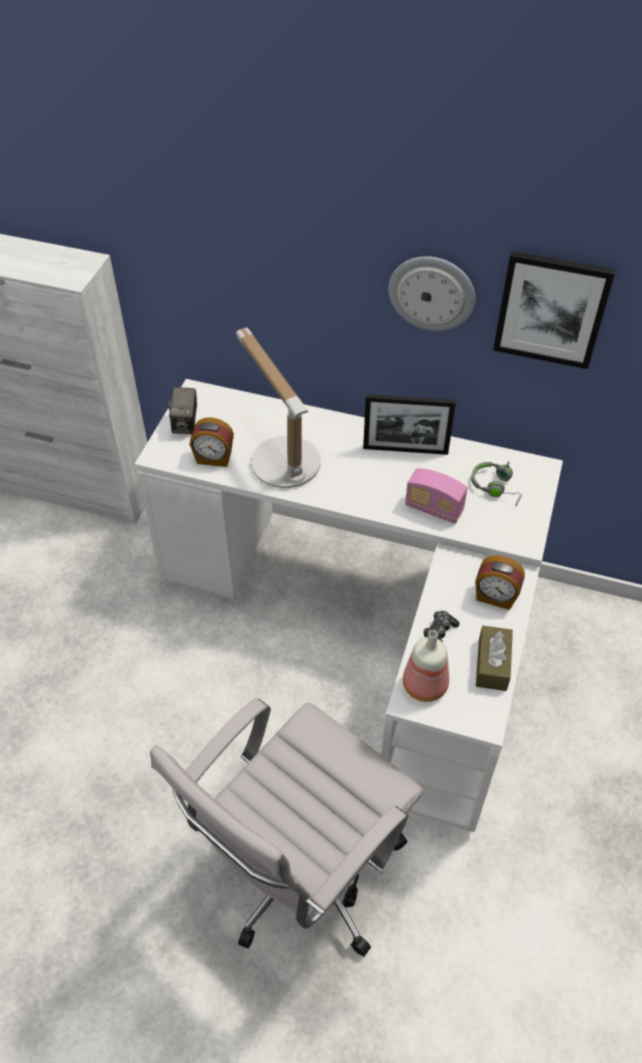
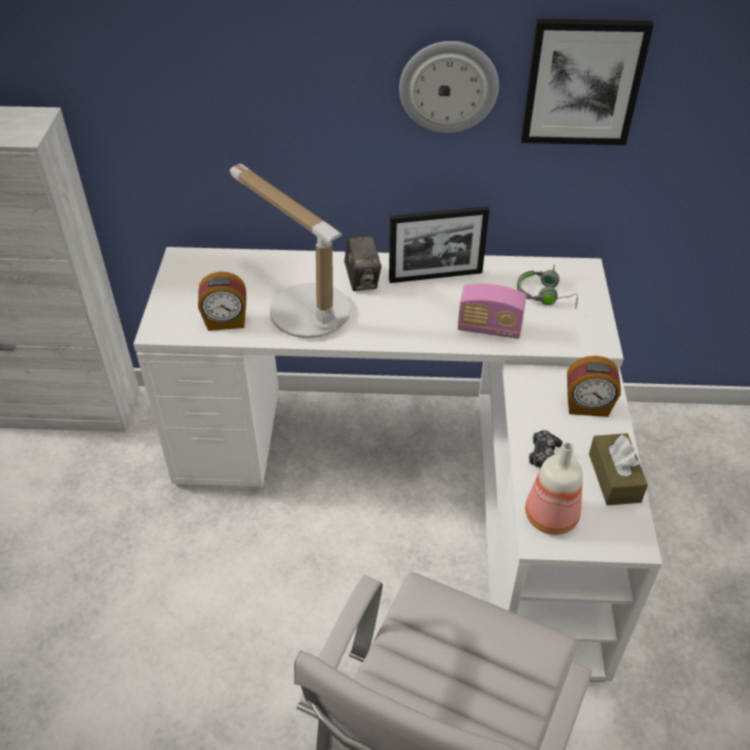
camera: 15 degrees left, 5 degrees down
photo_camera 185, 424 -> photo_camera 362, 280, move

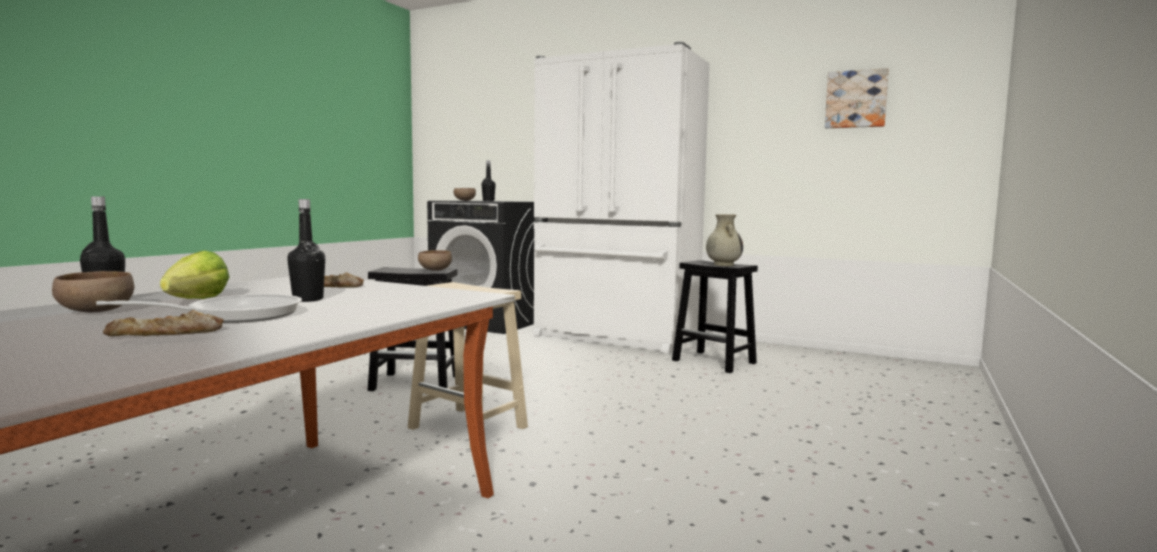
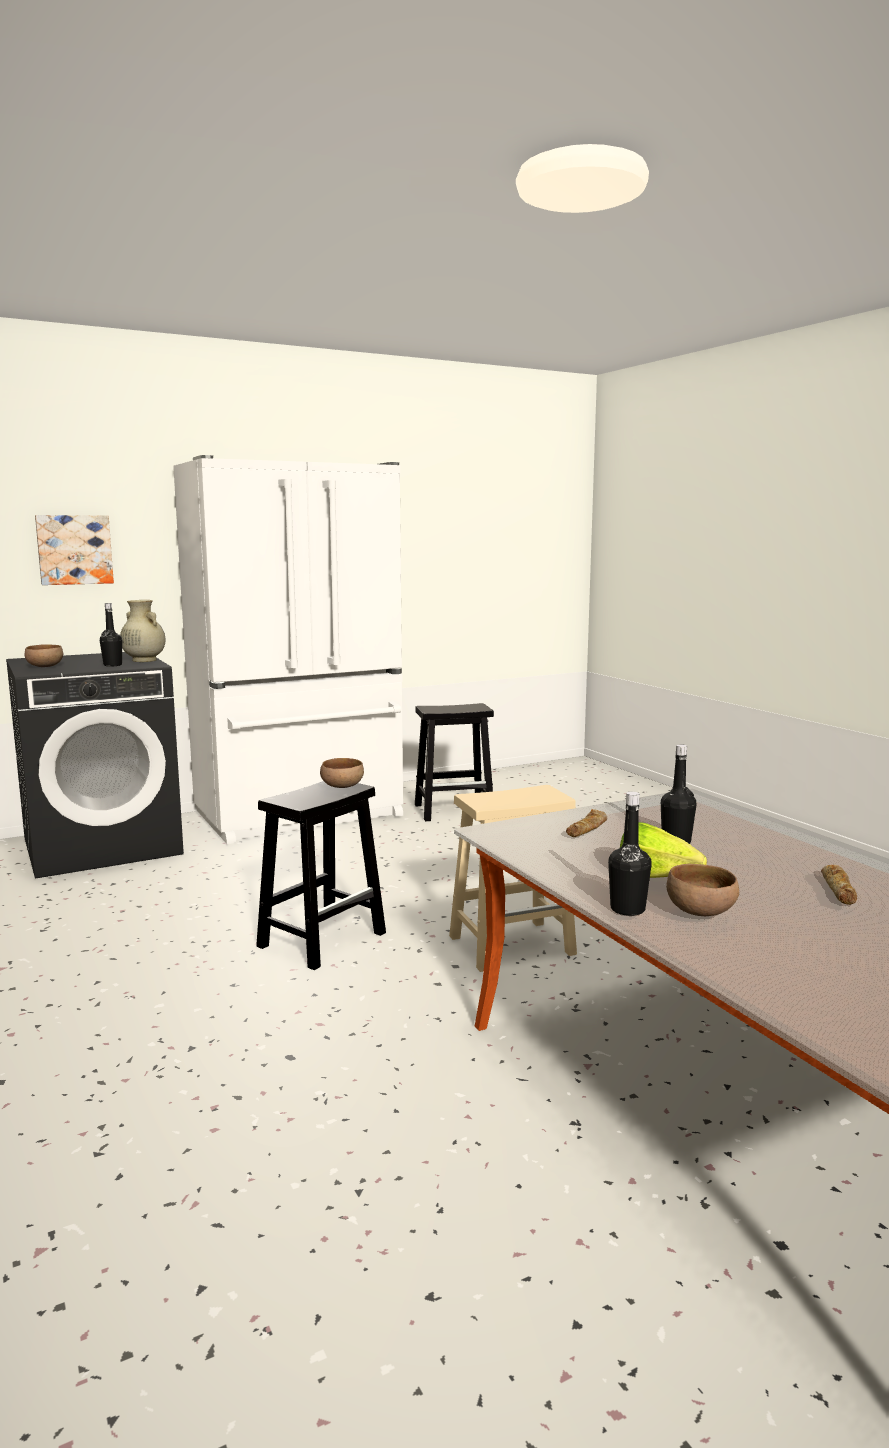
camera: 55 degrees left, 5 degrees up
picture 856, 99 -> picture 74, 549, move
beige_vase 723, 265 -> beige_vase 143, 660, move
frying_pan 234, 315 -> none

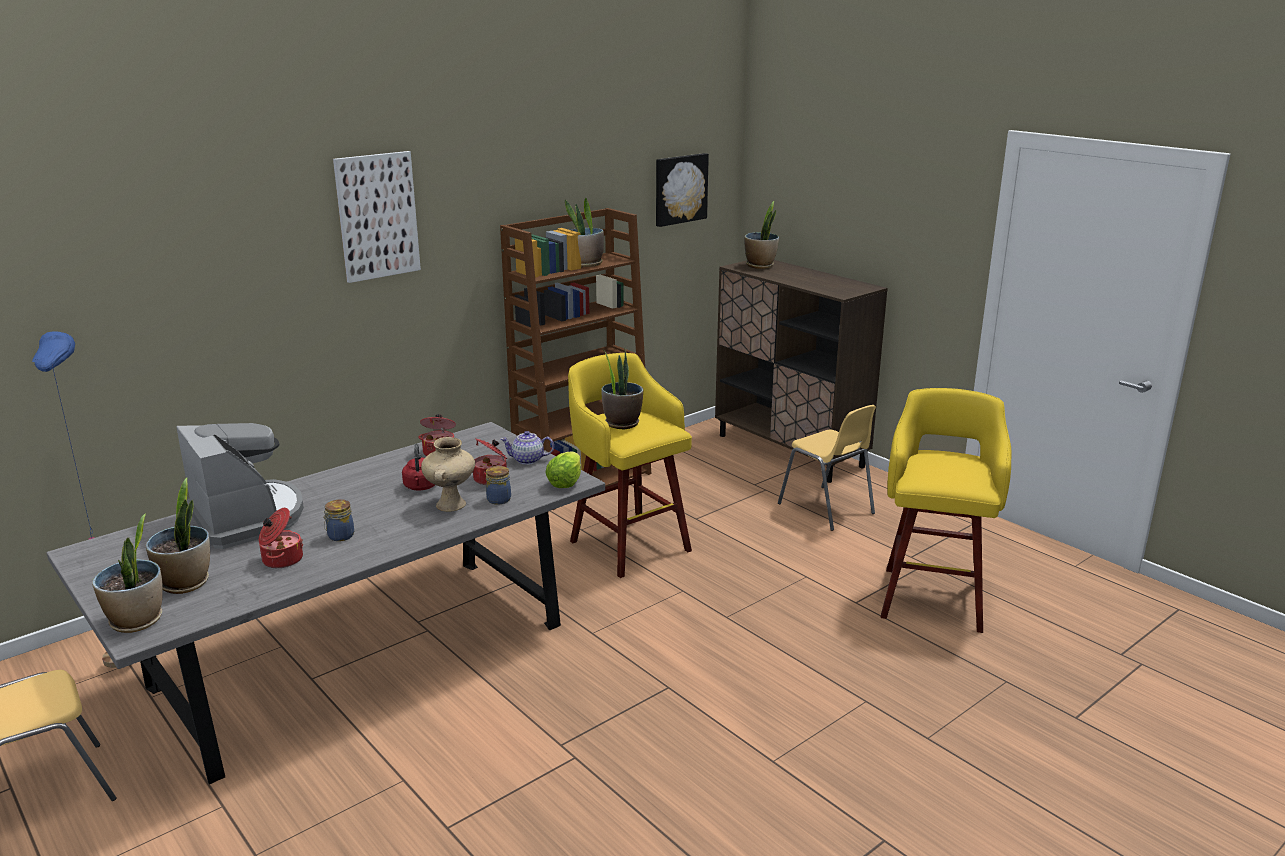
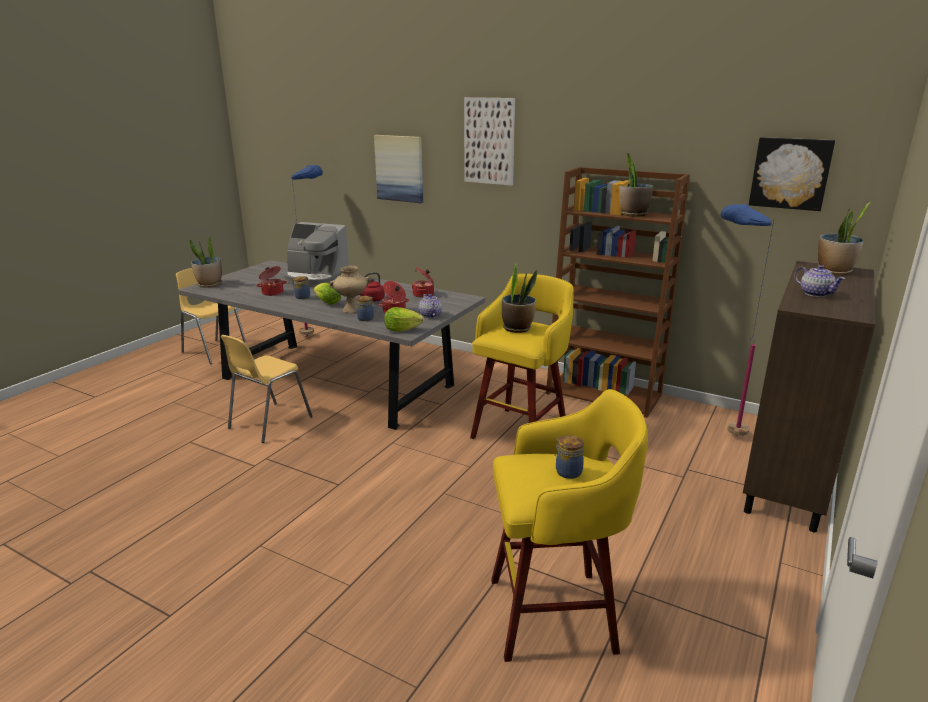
camera: 70 degrees right, 0 degrees up
yellow_chair 826, 509 -> yellow_chair 269, 423, move
coffee_machine 248, 518 -> coffee_machine 315, 278, 75 degrees clockwise
potted_plant 186, 583 -> none
none -> picture 399, 168
none -> blue_floor_lamp 718, 432
none -> teapot 815, 293
none -> lettuce 327, 303
none -> jar 567, 471

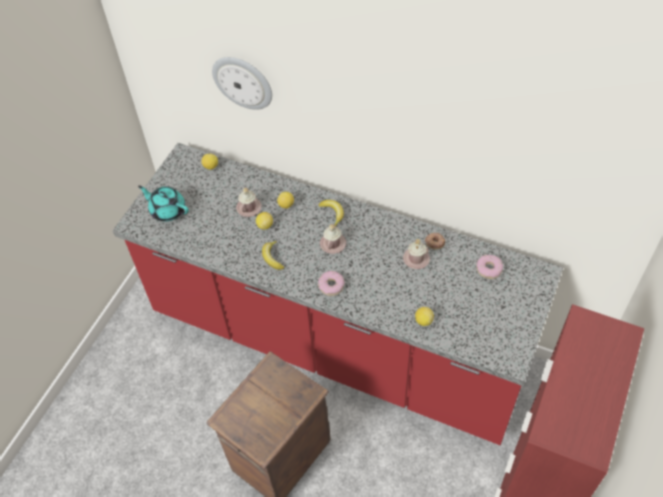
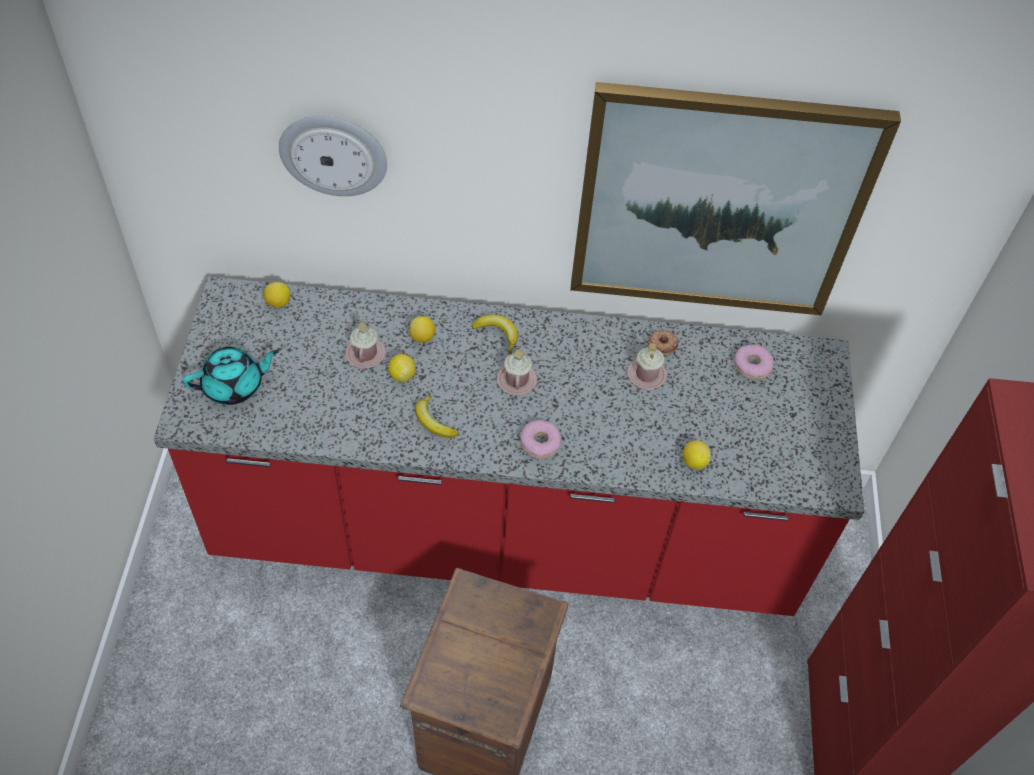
camera: 25 degrees left, 0 degrees up
turquoise_teapot 167, 210 -> turquoise_teapot 234, 386, 150 degrees clockwise
none -> picture 718, 204

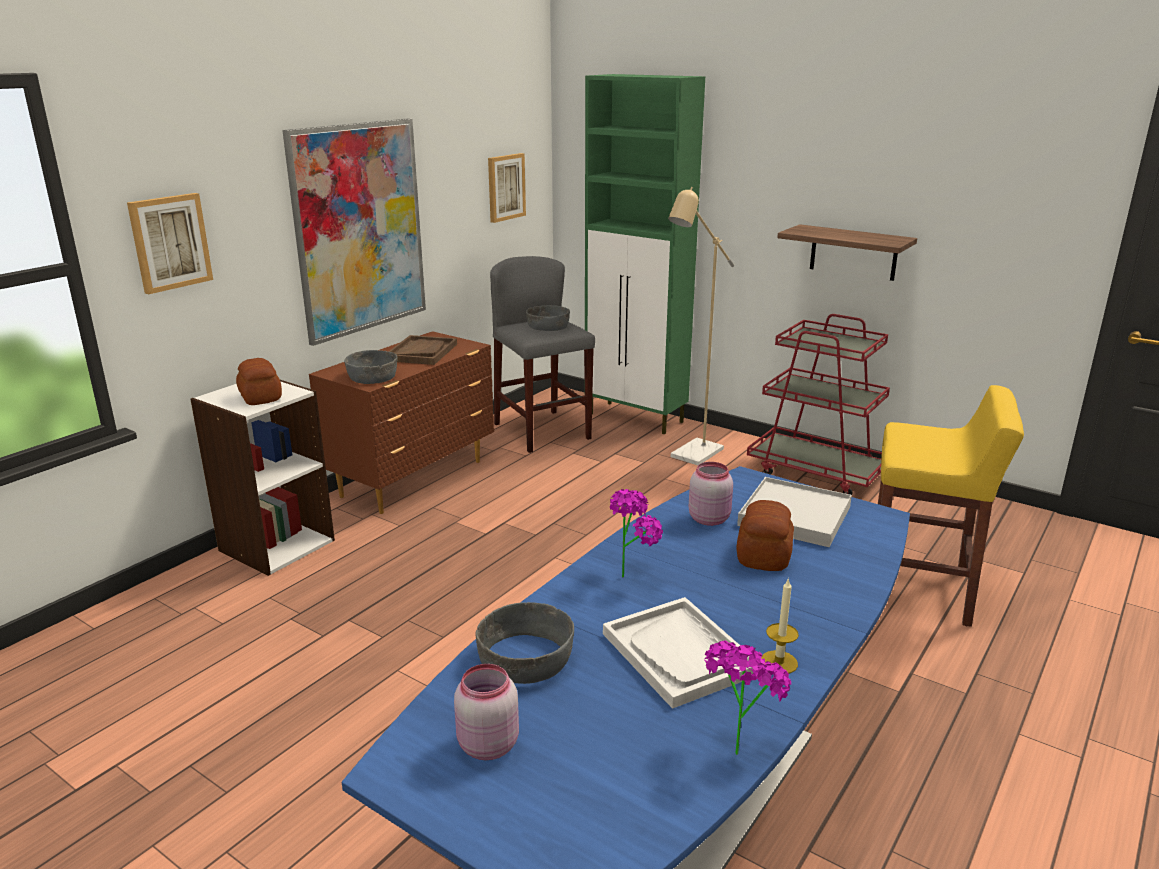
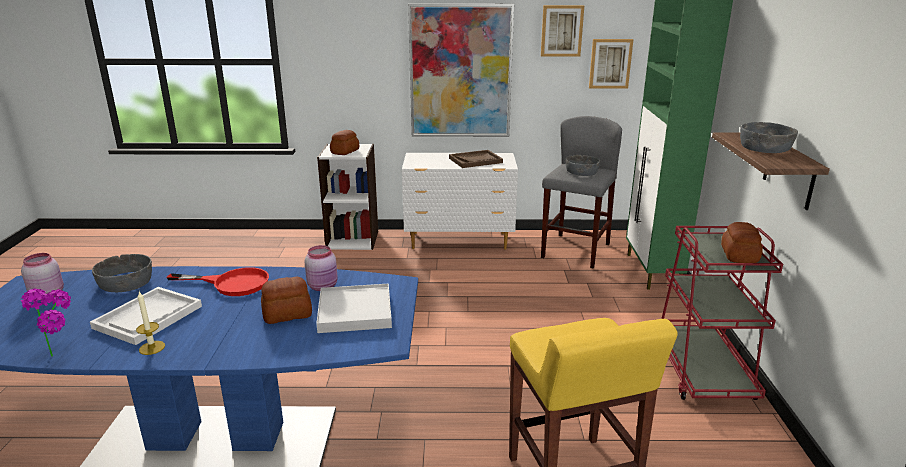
camera: 55 degrees right, 0 degrees up
beige_floor_lamp 692, 456 -> none
picture 170, 242 -> picture 561, 31, move
brown_dresser 415, 479 -> white_dresser 460, 241
grey_bowl 372, 376 -> grey_bowl 764, 147, move
potted_plant 633, 574 -> red_frying_pan 232, 283
none -> bread 738, 255

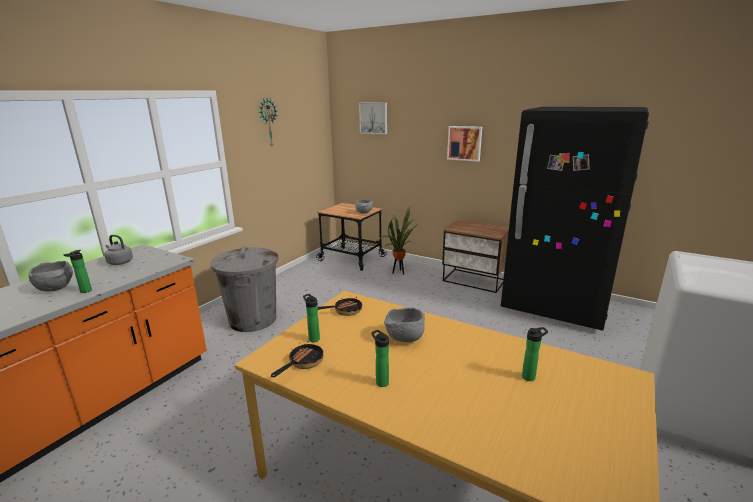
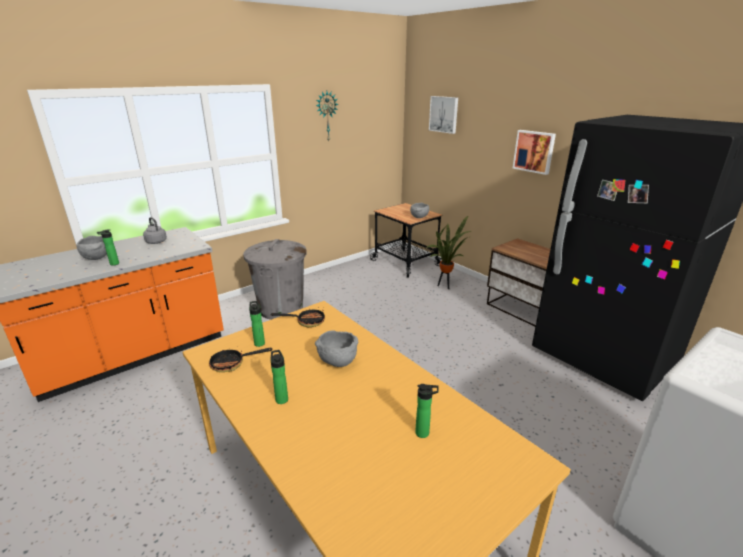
camera: 20 degrees right, 5 degrees up
frying_pan 302, 363 -> frying_pan 232, 364, 150 degrees counterclockwise

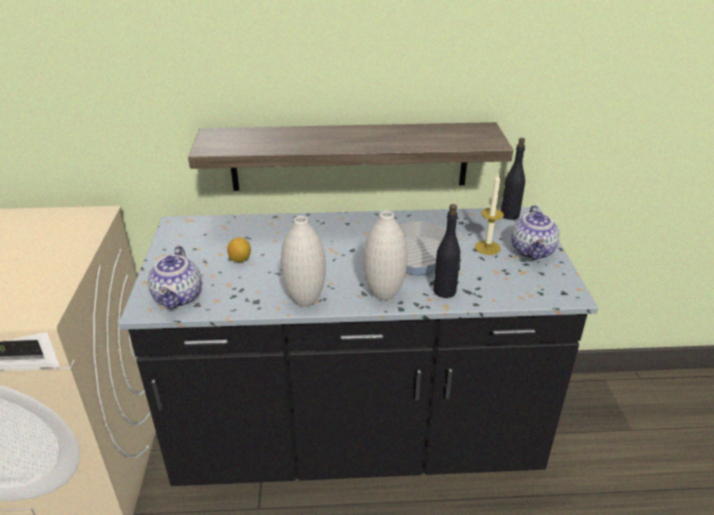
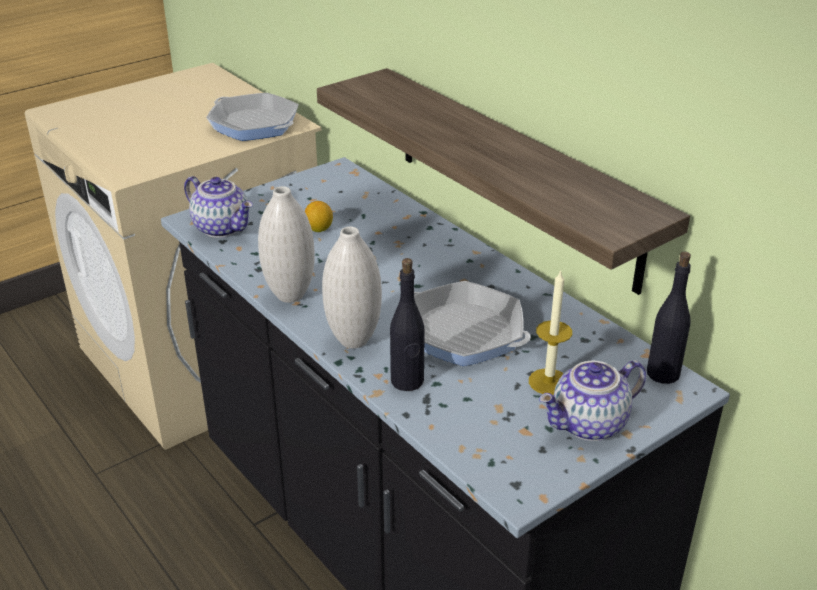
camera: 55 degrees right, 0 degrees up
teapot 179, 298 -> teapot 223, 228, 105 degrees counterclockwise
none -> frying_pan 254, 124

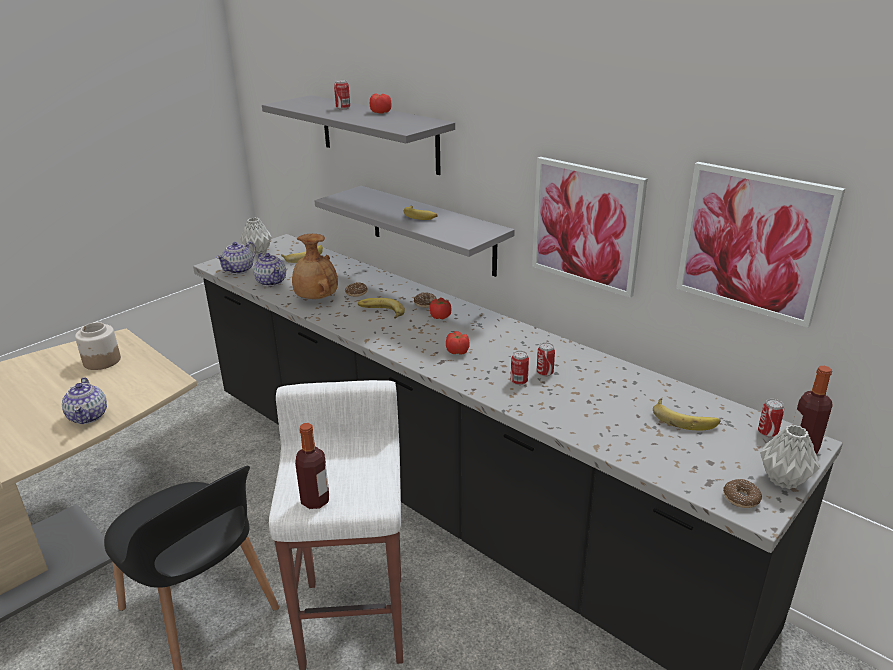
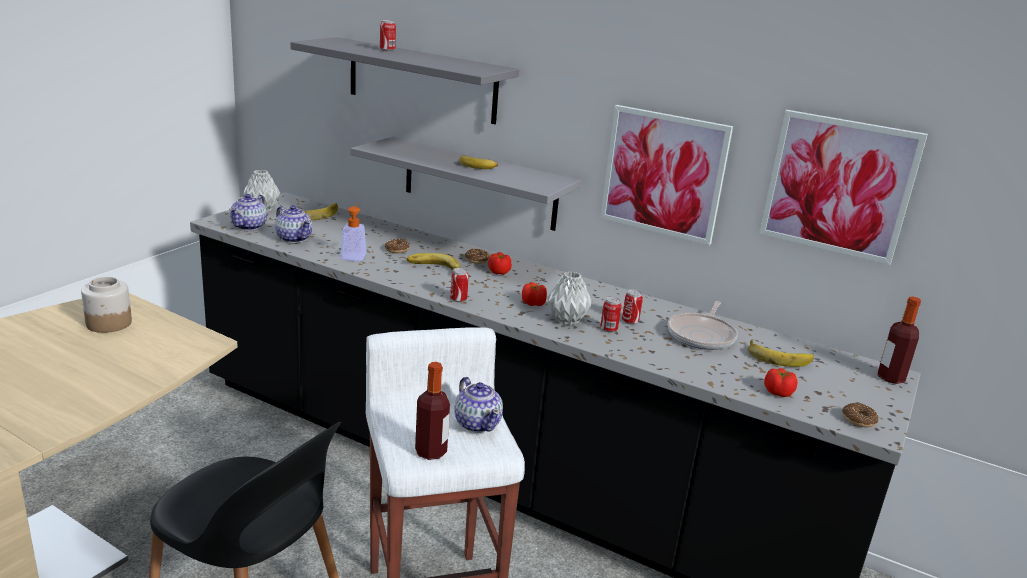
camera: 15 degrees left, 5 degrees down
tomato 380, 112 -> tomato 778, 392, move
brown_vase 316, 299 -> soap_dispenser 354, 255
teapot 89, 416 -> teapot 477, 423, move
can 767, 433 -> can 458, 299, move
grey_vase 784, 481 -> grey_vase 567, 321, move
none -> frying_pan 702, 335

